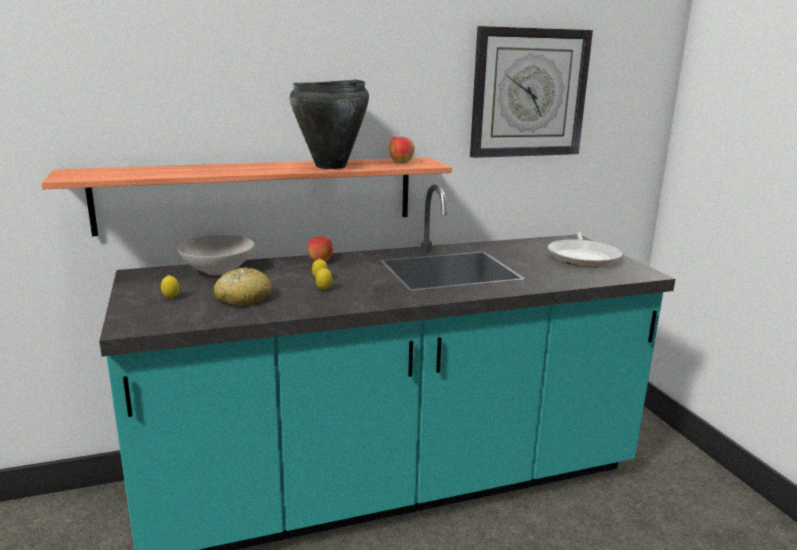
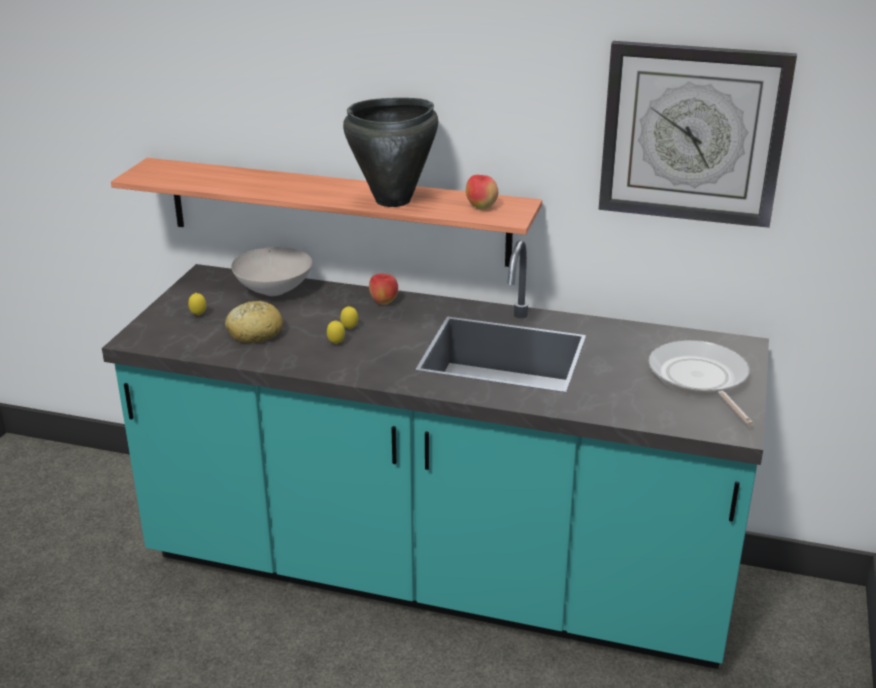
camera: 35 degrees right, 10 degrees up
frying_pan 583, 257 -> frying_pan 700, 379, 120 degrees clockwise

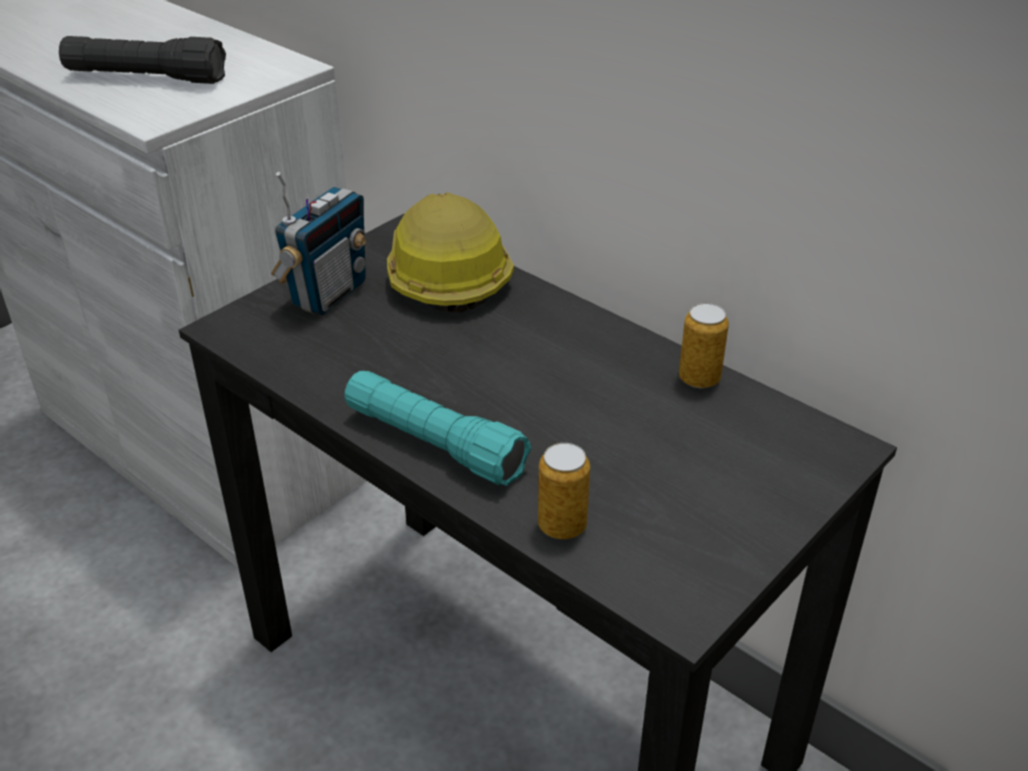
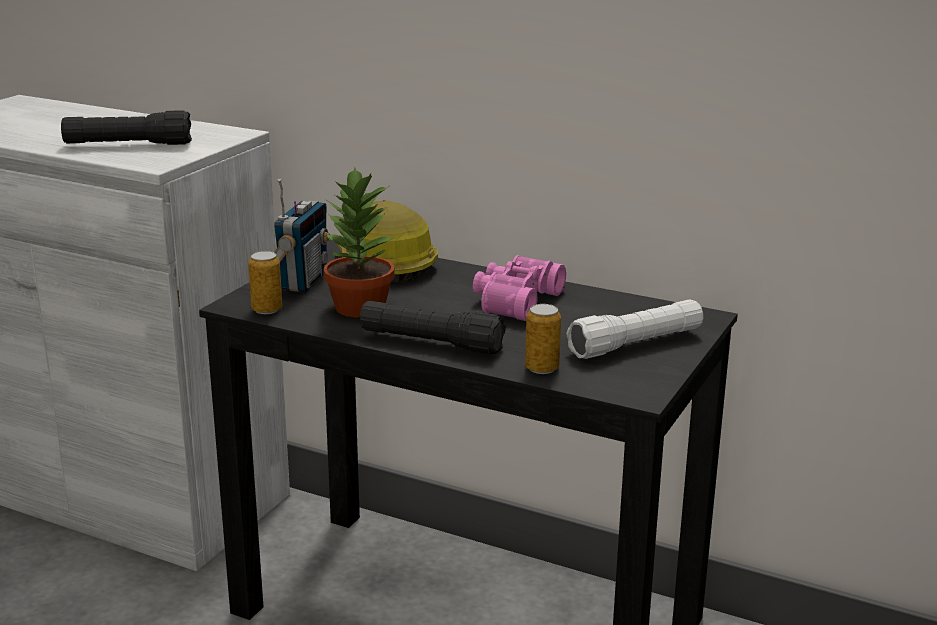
camera: 15 degrees left, 15 degrees down
can 699, 378 -> can 267, 310, move
turquoise_flashlight 434, 444 -> black_flashlight 431, 343
none -> potted_plant 359, 308
none -> pink_binoculars 514, 301
none -> white_flashlight 636, 344

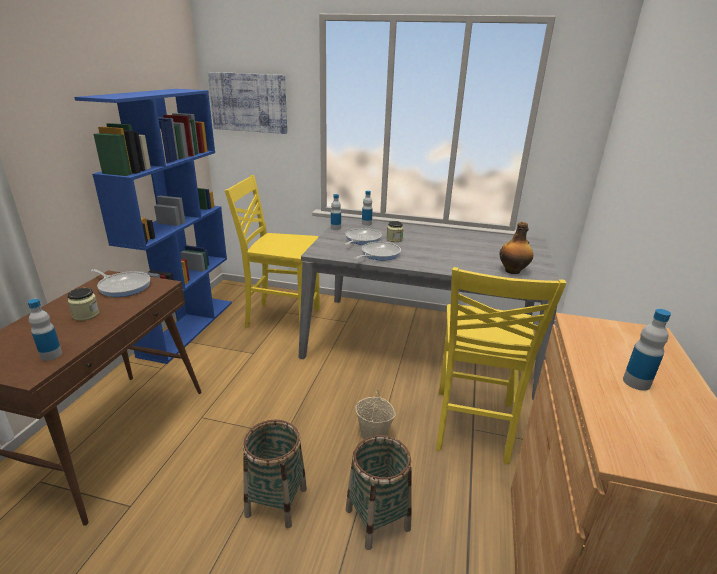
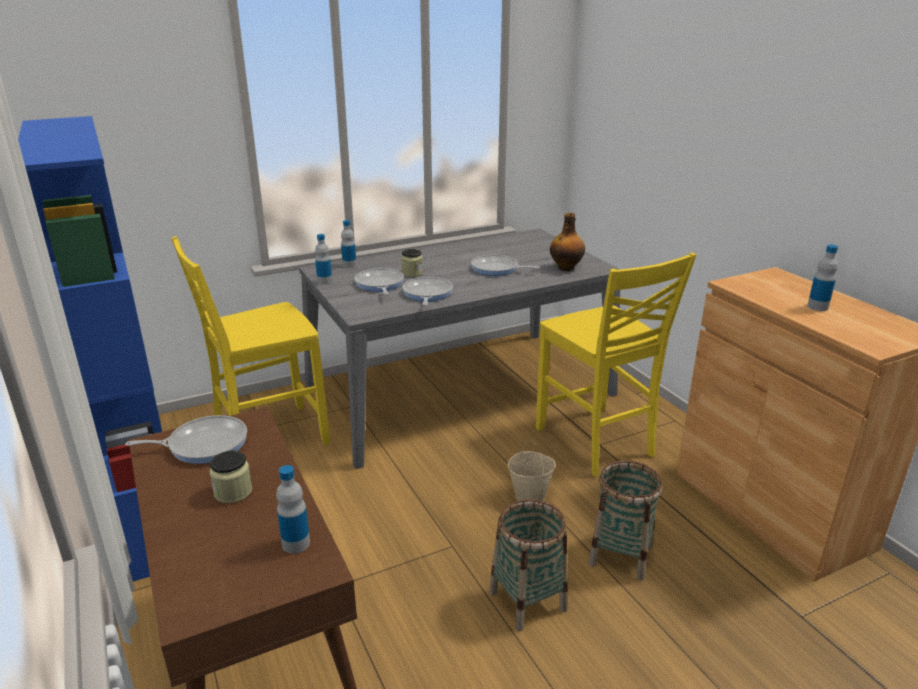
camera: 40 degrees left, 0 degrees up
picture 248, 102 -> none
none -> frying_pan 497, 269

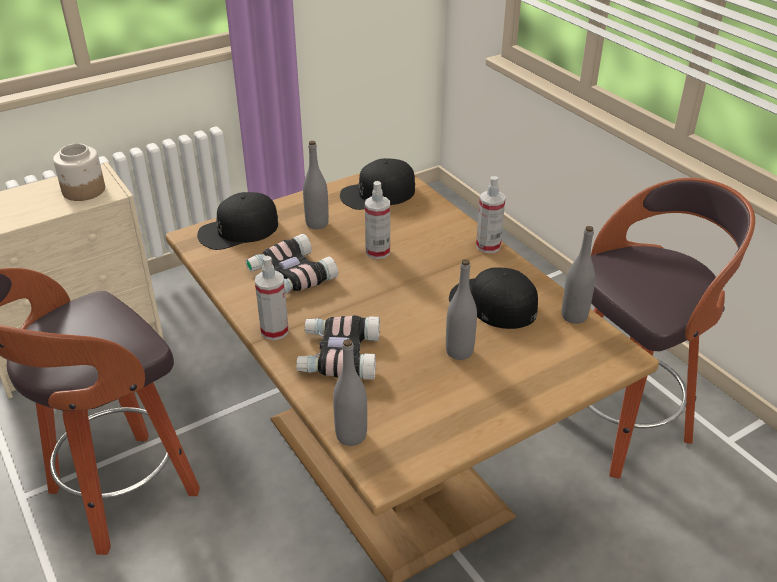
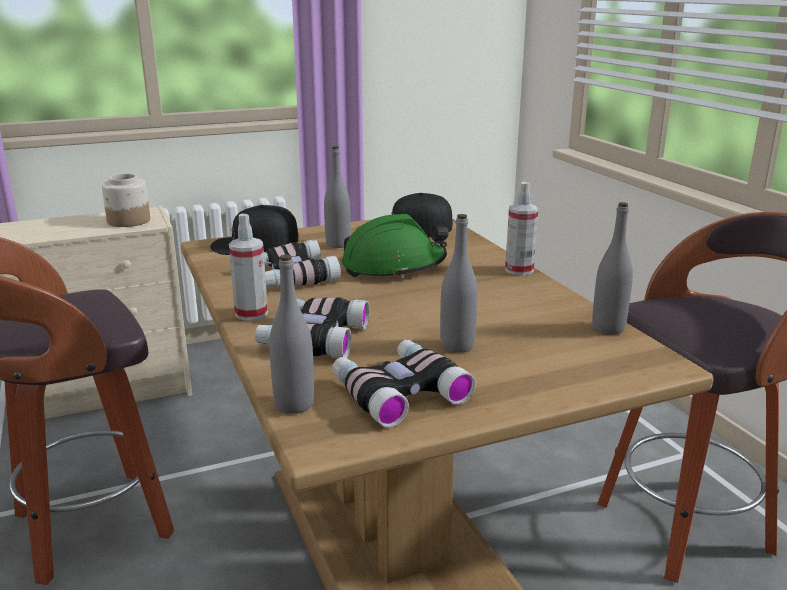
camera: 10 degrees right, 15 degrees down
spray_bottle 377, 252 -> green_hard_hat 393, 266
black_cap 492, 304 -> none
none -> binoculars 398, 391

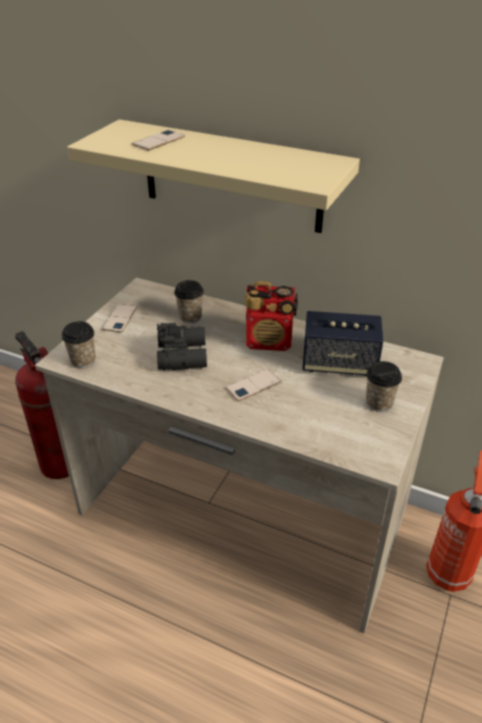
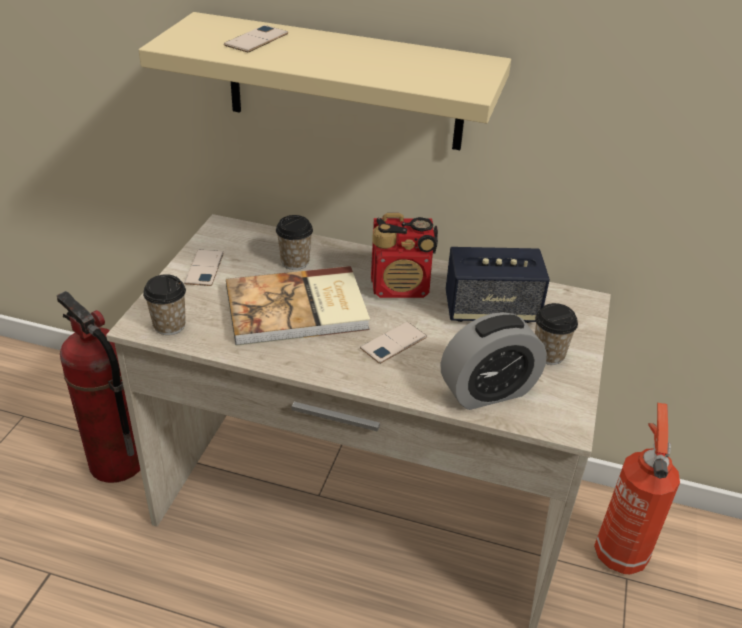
camera: 10 degrees left, 0 degrees up
black_binoculars 184, 355 -> book 298, 310
none -> alarm_clock 488, 391

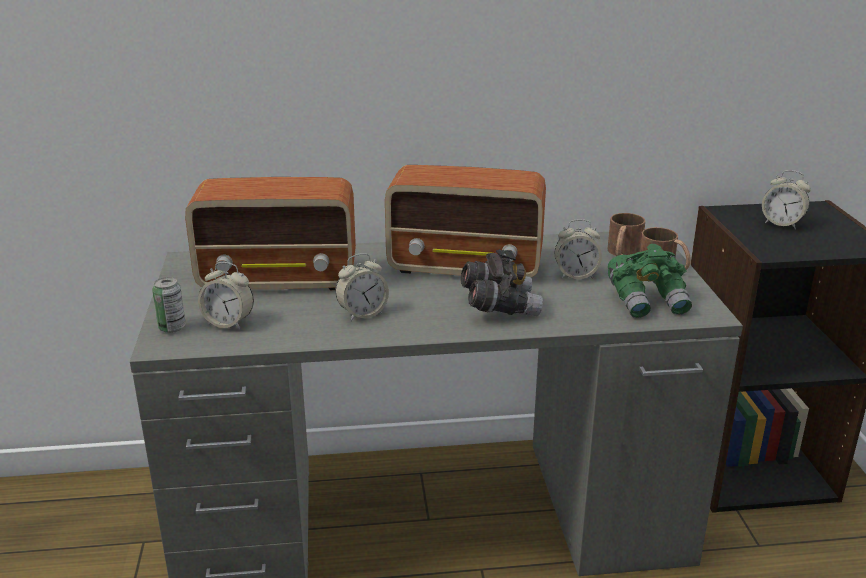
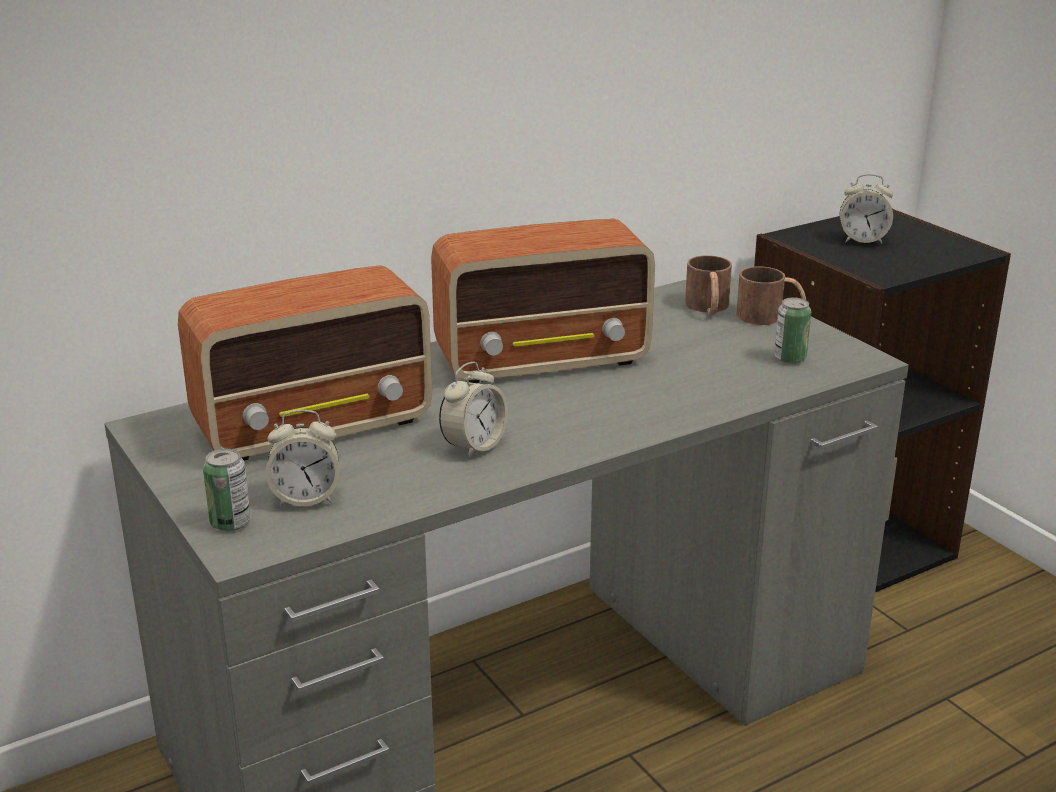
camera: 25 degrees left, 0 degrees up
alarm_clock 575, 275 -> none
green_binoculars 648, 301 -> can 790, 358
grey_binoculars 499, 307 -> none

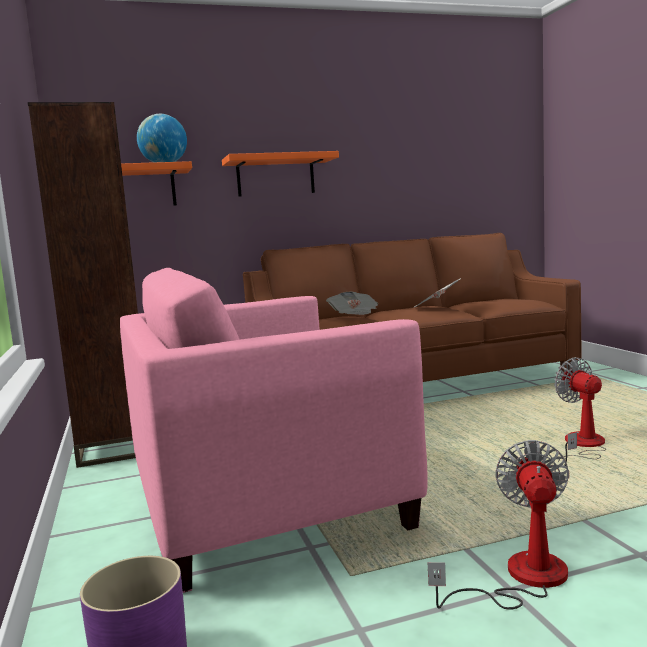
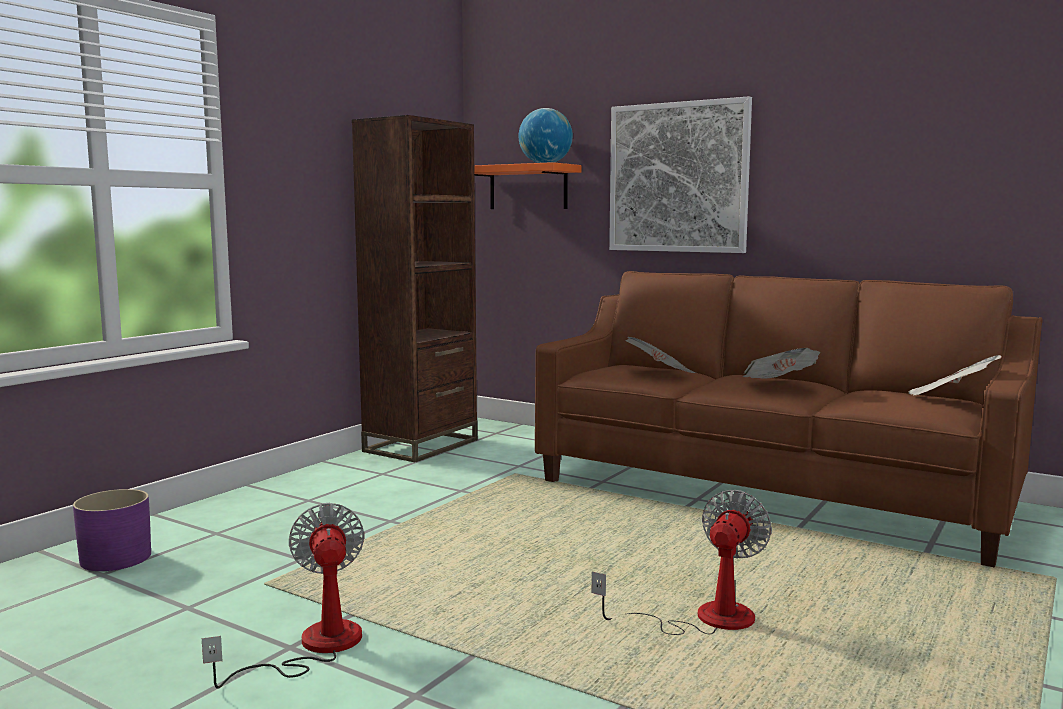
camera: 50 degrees right, 0 degrees up
orange_shelf 275, 176 -> picture 678, 177
pink_armchair 266, 500 -> none
fan 521, 578 -> fan 313, 648, 75 degrees counterclockwise
none -> newspaper 949, 398

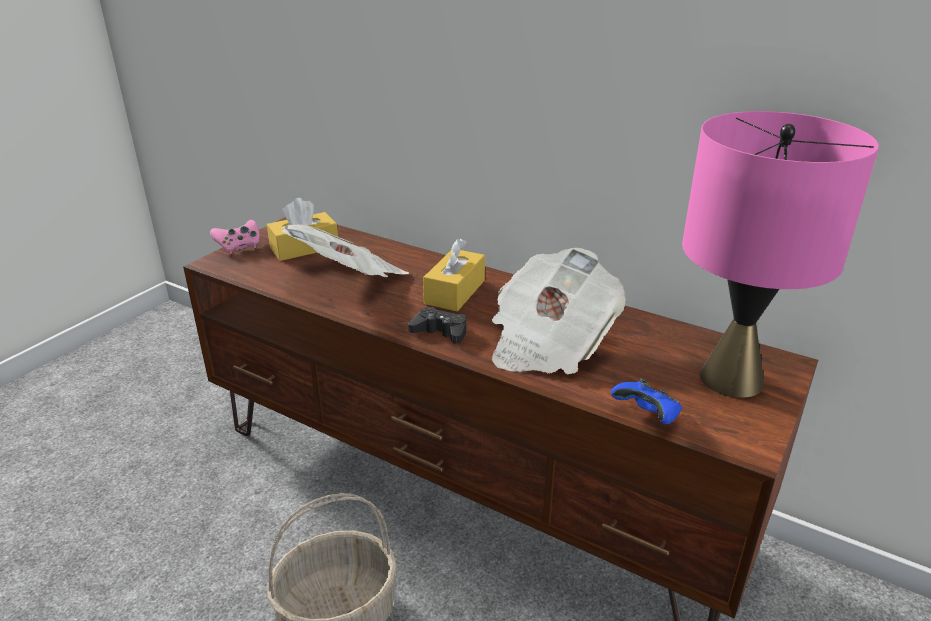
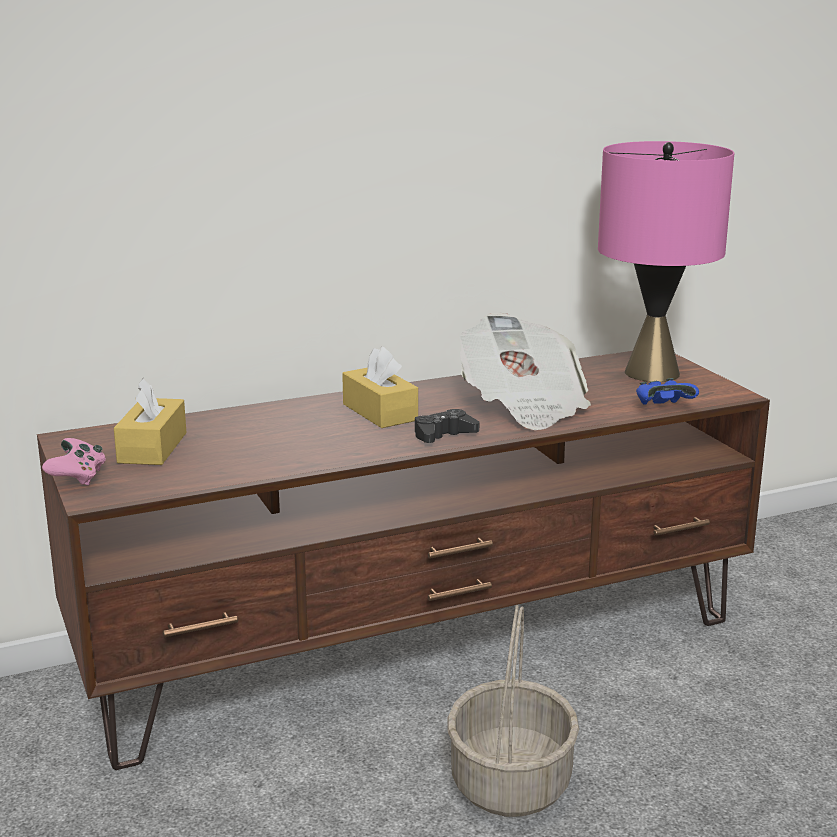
camera: 55 degrees left, 10 degrees down
newspaper 349, 279 -> none

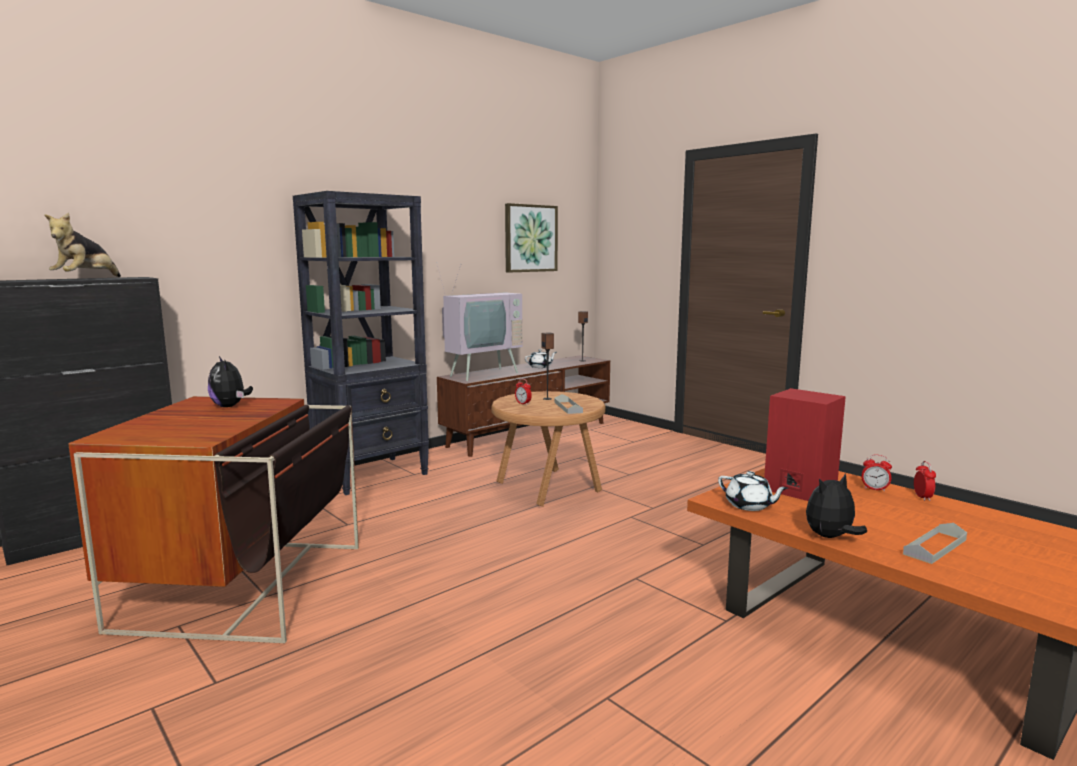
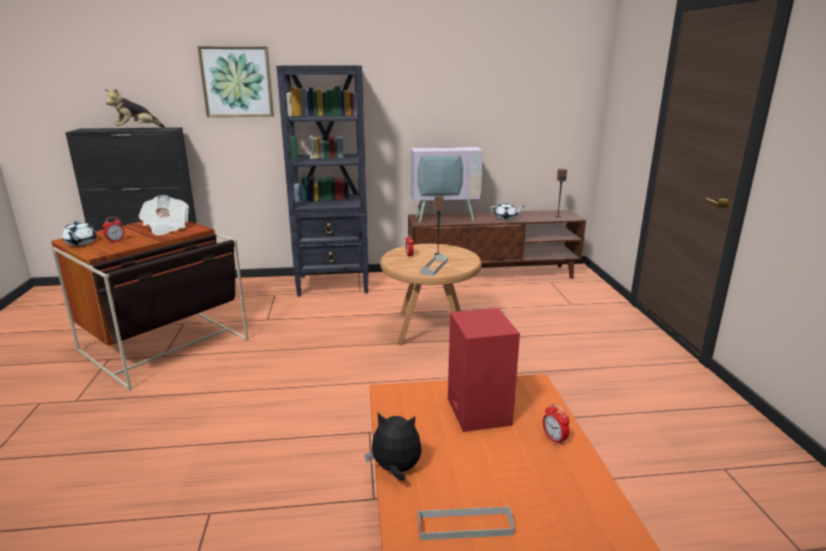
camera: 35 degrees right, 10 degrees up
picture 530, 238 -> picture 237, 82, move
plush_toy 230, 406 -> newspaper 166, 228
alarm_clock 922, 497 -> alarm_clock 115, 241, move
white_teapot 749, 506 -> white_teapot 80, 243, move

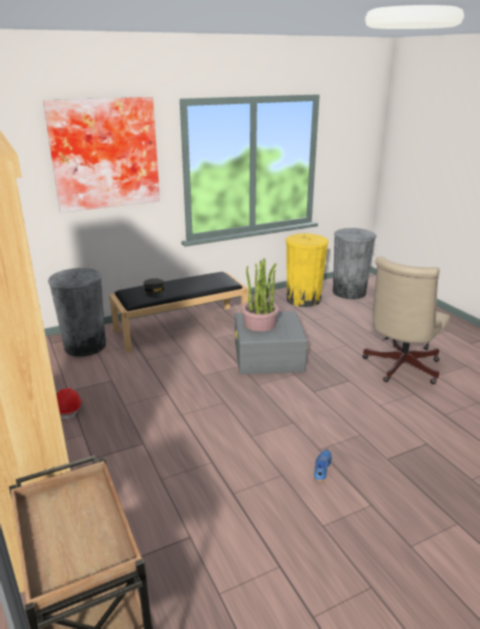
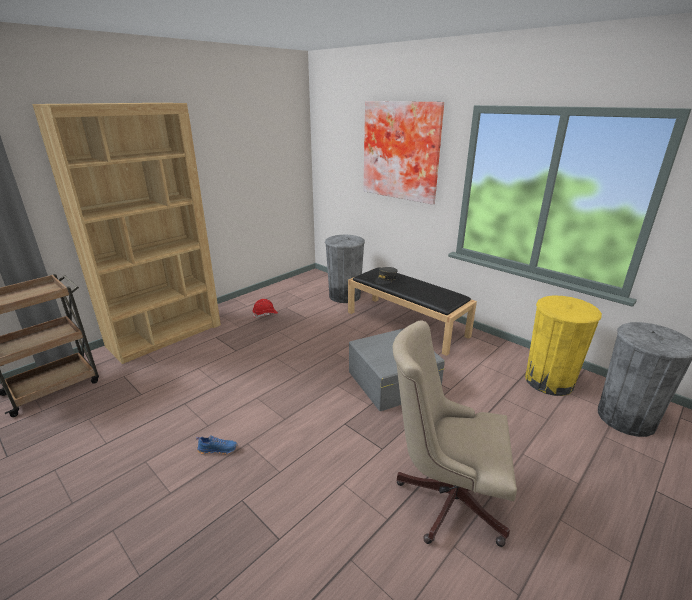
camera: 70 degrees right, 0 degrees up
potted_plant 259, 324 -> none

